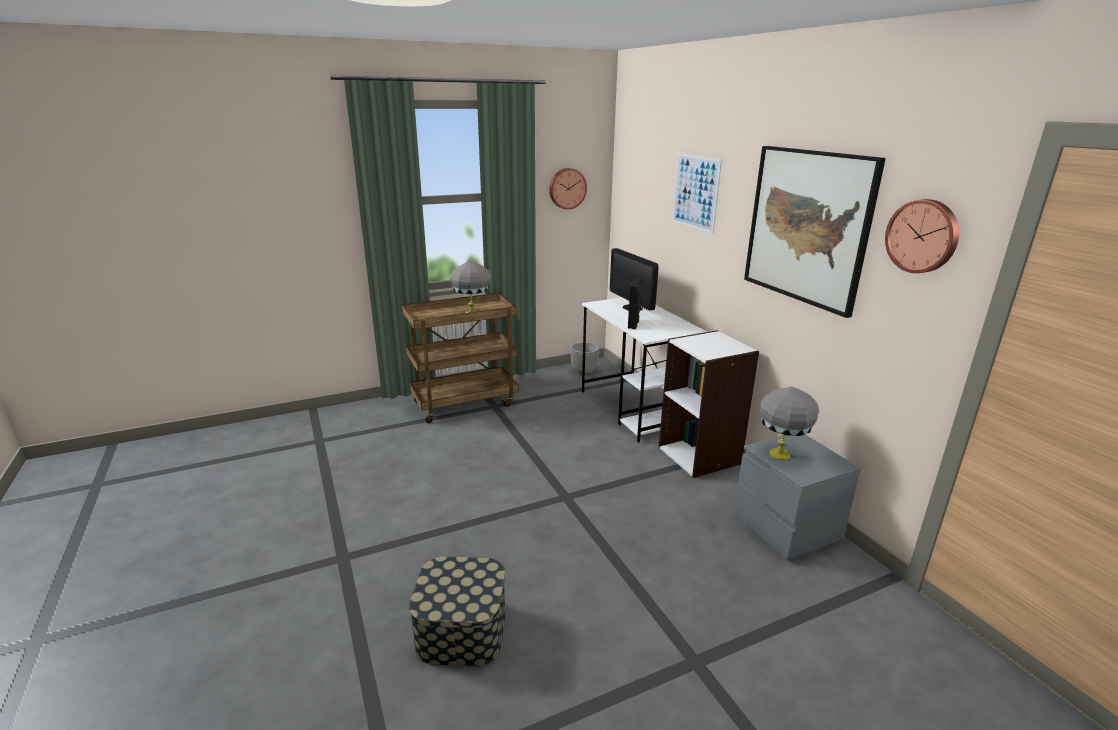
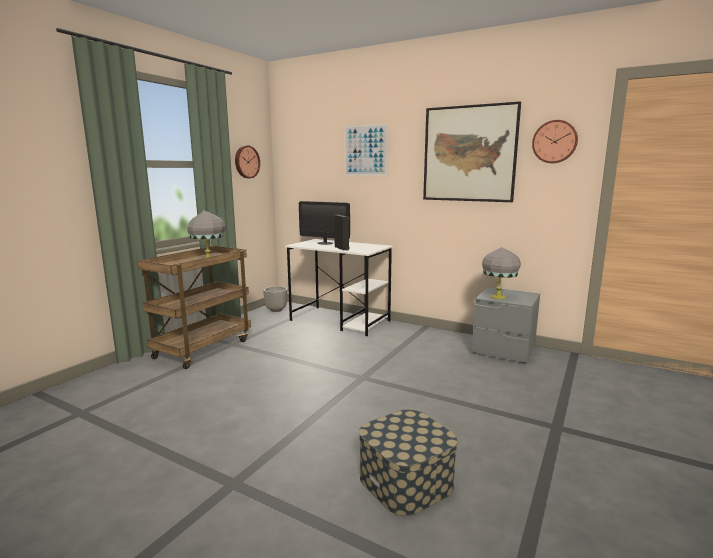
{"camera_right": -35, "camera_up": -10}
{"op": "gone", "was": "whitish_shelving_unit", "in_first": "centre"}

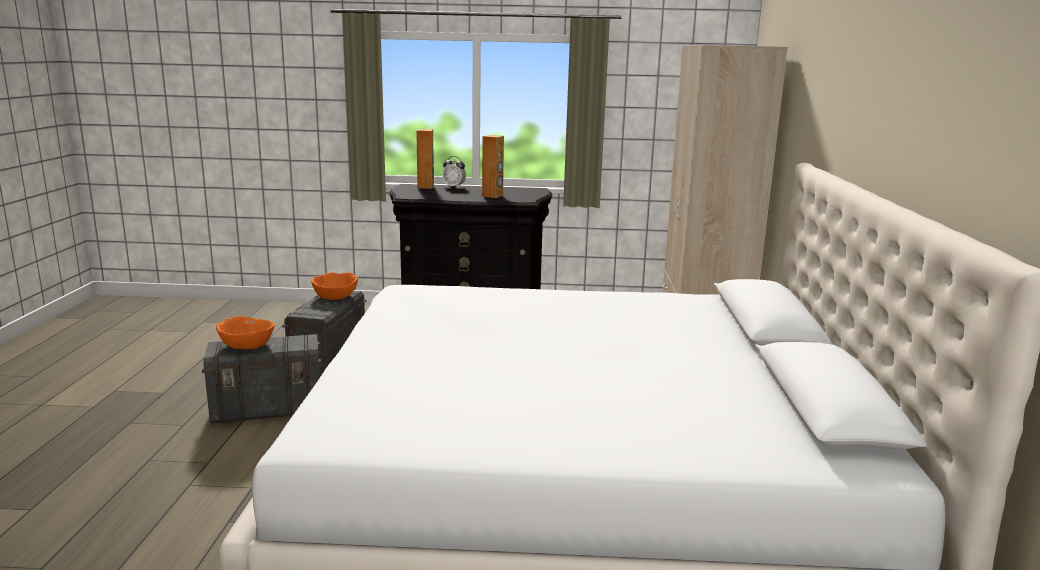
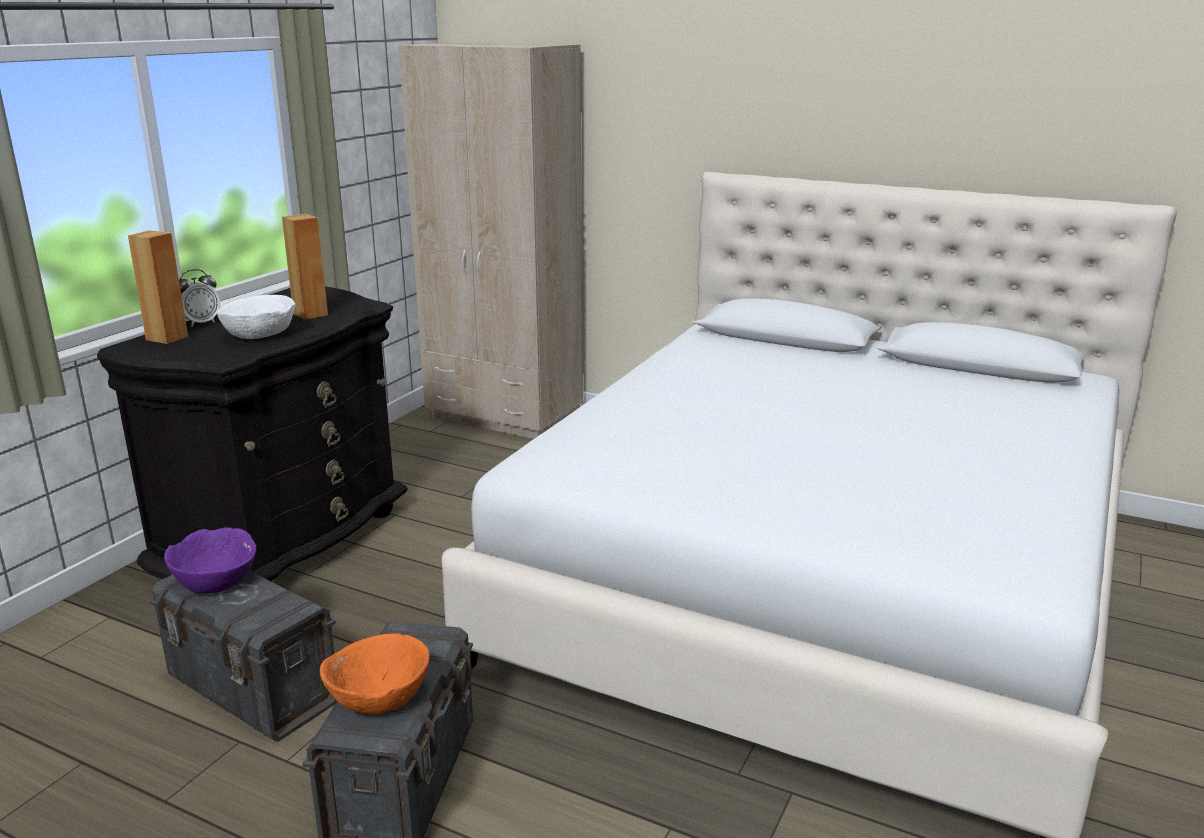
{"camera_right": -65, "camera_up": 5}
{"op": "new", "now": "whitish_bowl", "in_second": "middle left"}
{"op": "repainted", "was": "orange_bowl (no. 2 from left)", "now": "purple_bowl", "in_first": "middle left", "in_second": "bottom left"}

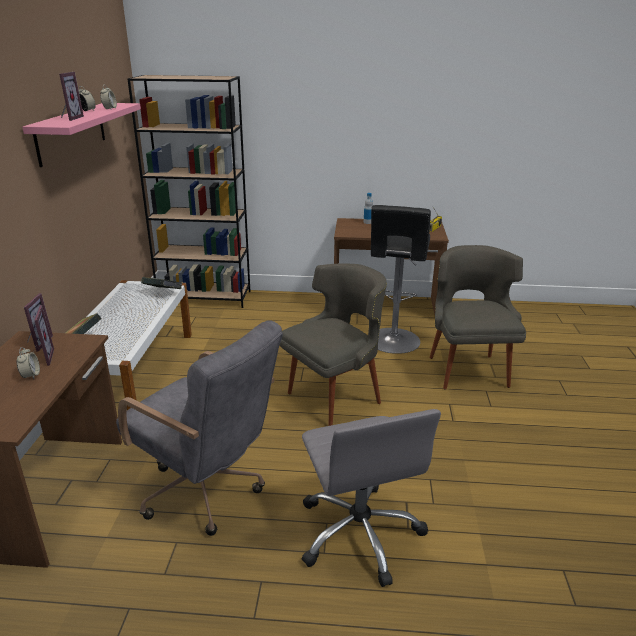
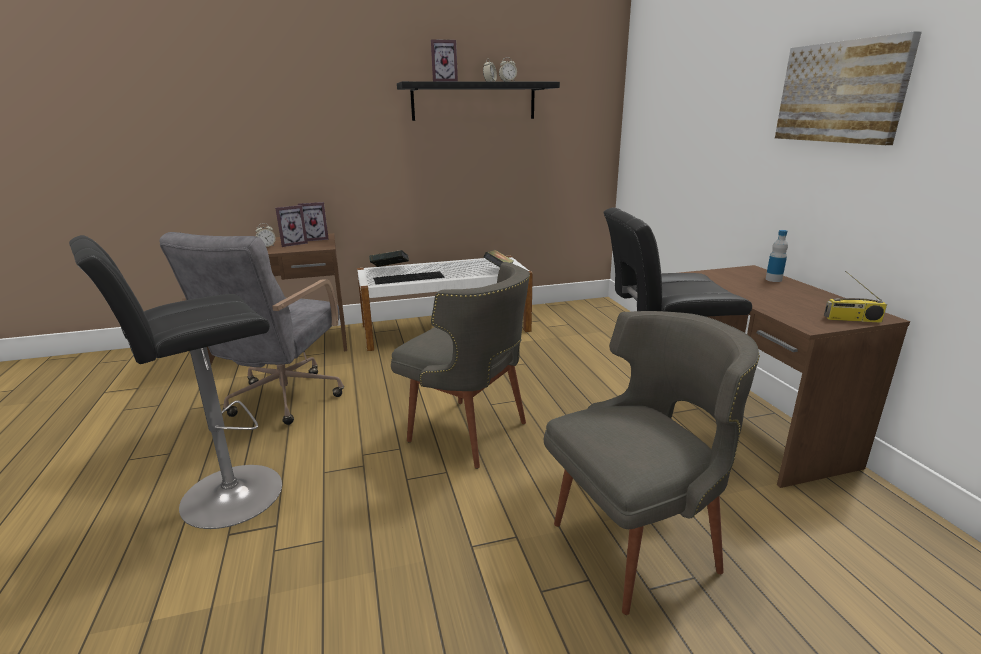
{"camera_right": 70, "camera_up": -5}
{"op": "gone", "was": "beige_shelving_unit", "in_first": "top left"}
{"op": "new", "now": "computer_keyboard", "in_second": "centre"}
{"op": "new", "now": "picture", "in_second": "top right"}
{"op": "swapped", "was": "gray_office_chair (no. 2 from left)", "now": "blackish_sitting_stool (no. 1 from left)", "in_first": "bottom centre", "in_second": "middle left"}
{"op": "repainted", "was": "pink_shelf", "now": "blackish_shelf", "in_first": "top left", "in_second": "top centre"}

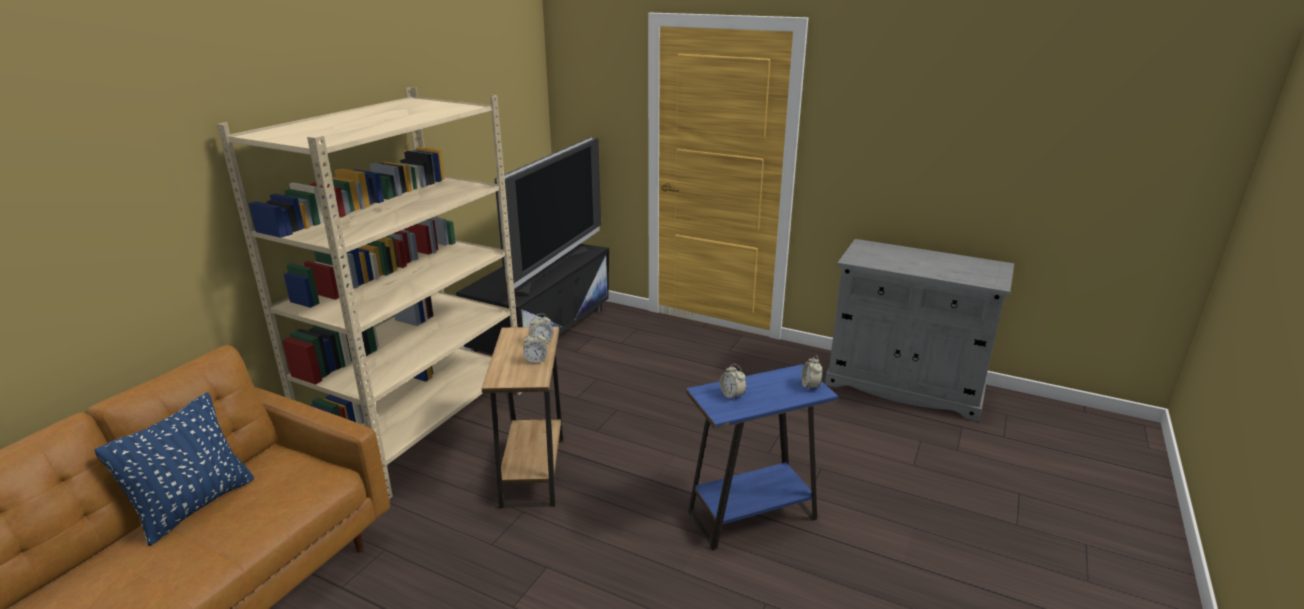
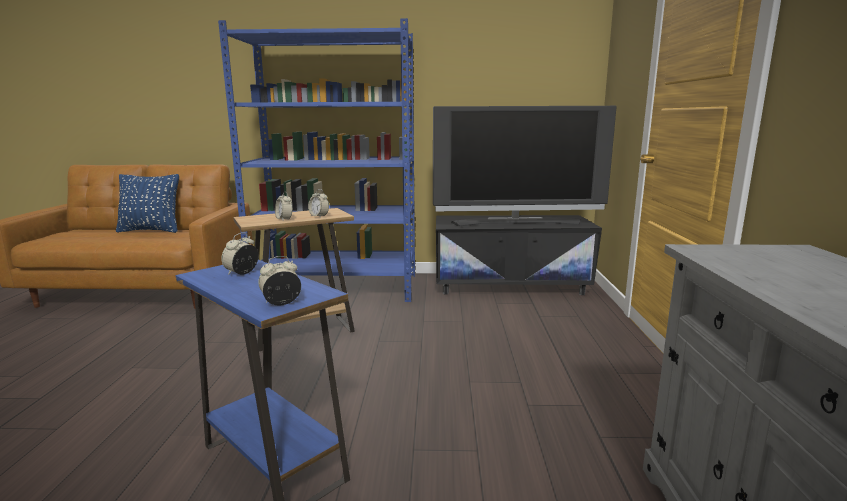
{"camera_right": 65, "camera_up": -10}
{"op": "repainted", "was": "beige_shelving_unit", "now": "bluish_shelving_unit", "in_first": "middle left", "in_second": "top centre"}

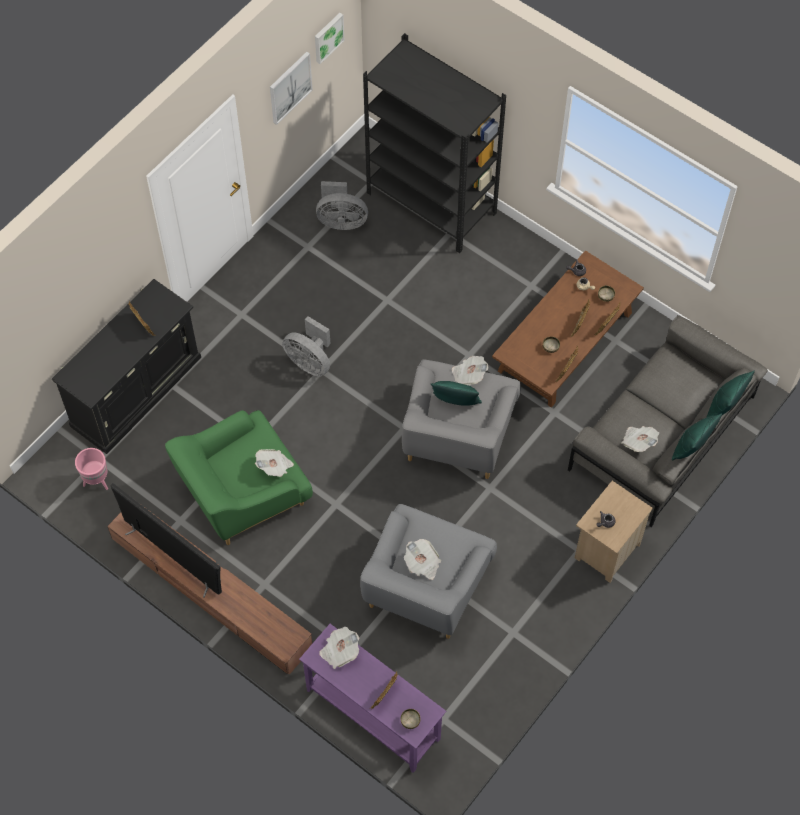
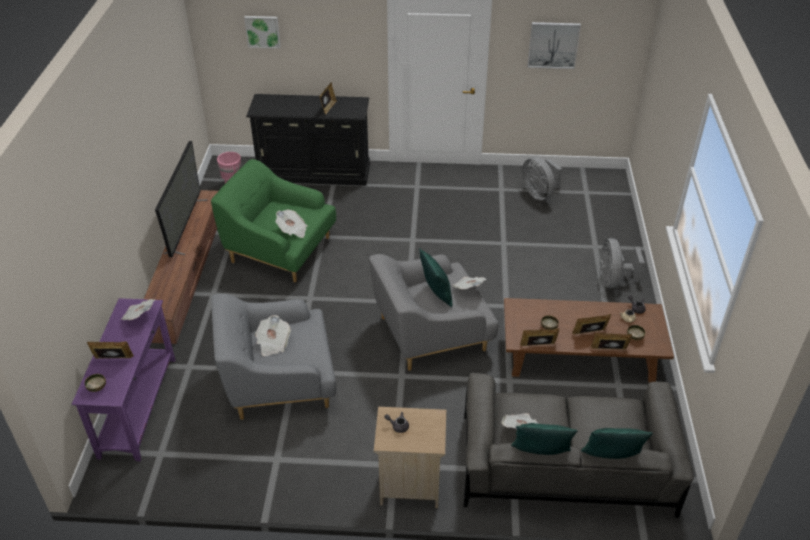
{"camera_right": 55, "camera_up": -20}
{"op": "gone", "was": "blackish_shelving_unit", "in_first": "top centre"}
{"op": "shifted", "was": "gray_fan (no. 1 from left in the first image)", "now": "gray_fan (no. 2 from left)", "in_first": "centre", "in_second": "middle right"}
{"op": "shifted", "was": "picture (no. 2 from left in the first image)", "now": "picture (no. 1 from left)", "in_first": "top centre", "in_second": "top left"}

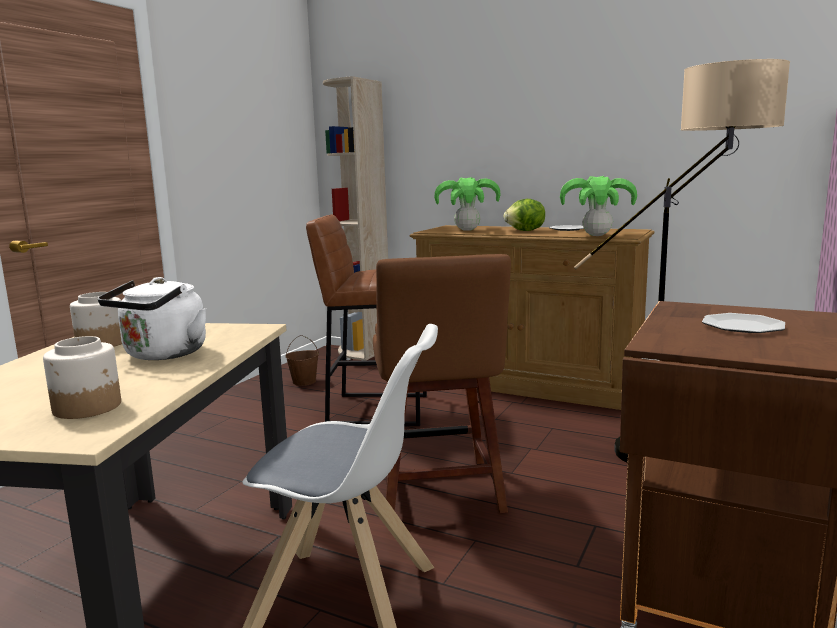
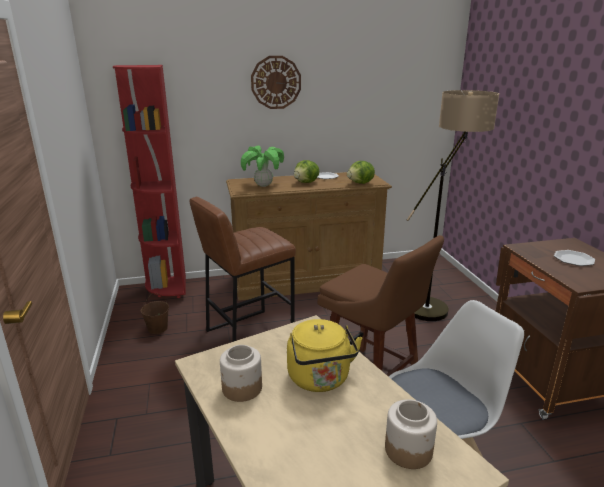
{"camera_right": -40, "camera_up": 10}
{"op": "new", "now": "hanging_clock", "in_second": "top centre"}
{"op": "swapped", "was": "houseplant (no. 2 from left)", "now": "lettuce_head (no. 2 from left)", "in_first": "top right", "in_second": "centre"}
{"op": "repainted", "was": "whitish_tea_kettle", "now": "yellowish_tea_kettle", "in_first": "middle left", "in_second": "bottom centre"}
{"op": "repainted", "was": "beige_shelving_unit", "now": "red-coloured_shelving_unit", "in_first": "centre", "in_second": "middle left"}

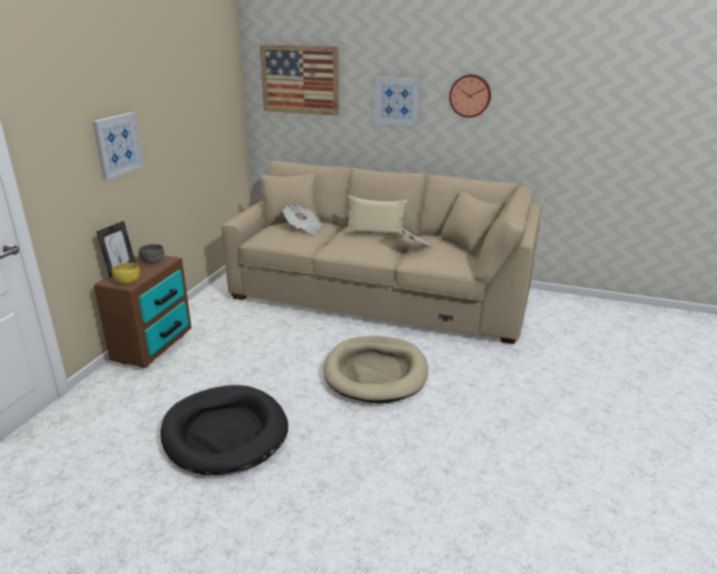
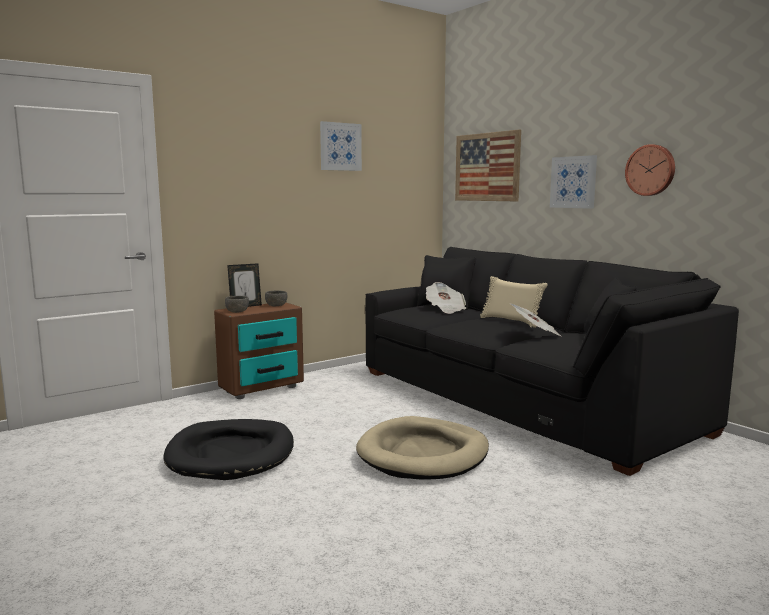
{"camera_right": 35, "camera_up": -15}
{"op": "shifted", "was": "picture (no. 1 from left)", "in_first": "top left", "in_second": "top centre"}
{"op": "repainted", "was": "yellowish_bowl", "now": "gray_bowl (no. 1 from left)", "in_first": "middle left", "in_second": "middle left"}
{"op": "repainted", "was": "beige_sofa", "now": "blackish_sofa", "in_first": "centre", "in_second": "middle right"}

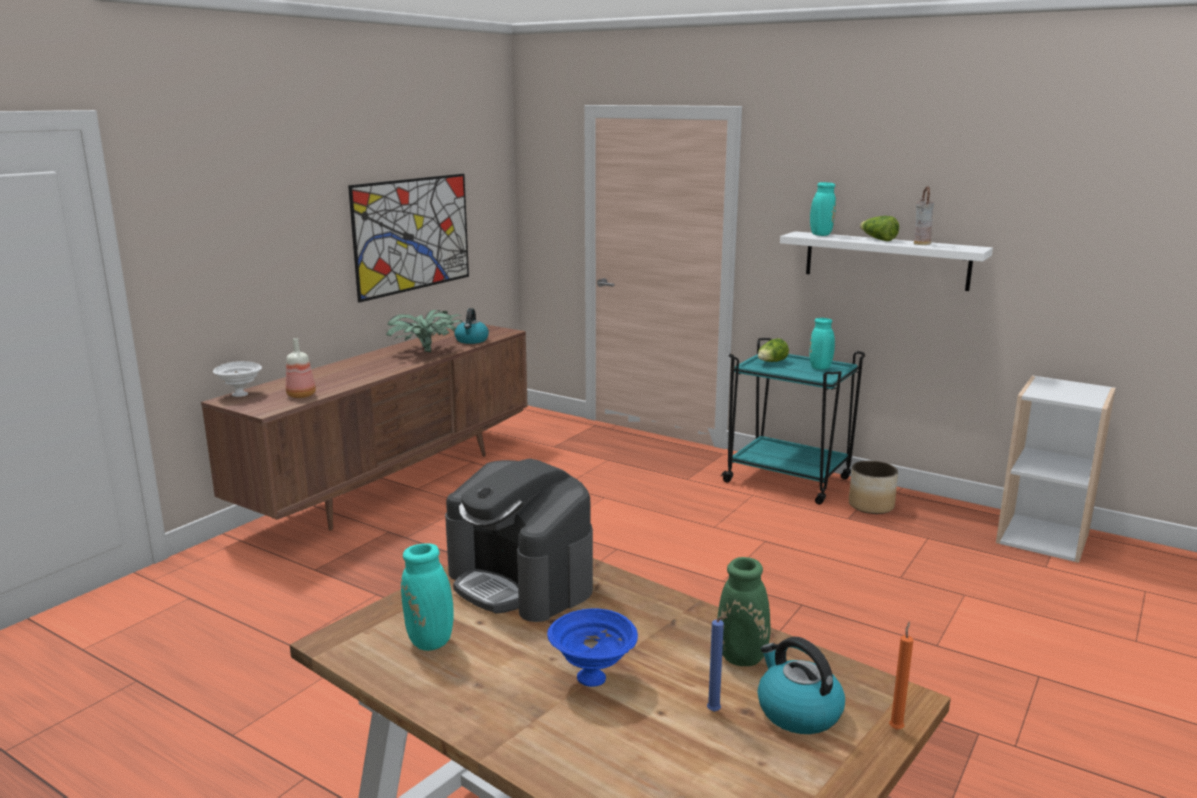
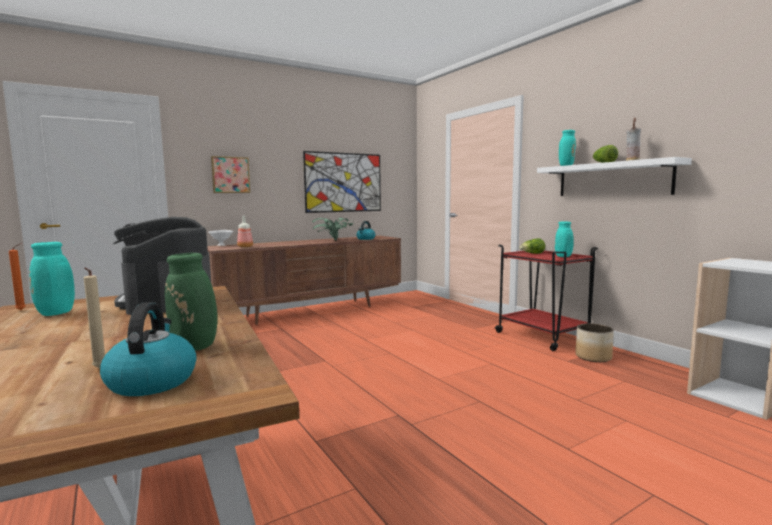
{"camera_right": 25, "camera_up": -10}
{"op": "gone", "was": "bluish_bowl", "in_first": "bottom centre"}
{"op": "new", "now": "picture (no. 1 from left)", "in_second": "top left"}
{"op": "shifted", "was": "orange_wax_candle", "in_first": "bottom right", "in_second": "middle left"}
{"op": "repainted", "was": "bluish_wax_candle", "now": "beige_wax_candle", "in_first": "bottom centre", "in_second": "middle left"}
{"op": "repainted", "was": "turquoise-coloured_wheeled_cart", "now": "red-coloured_wheeled_cart", "in_first": "centre", "in_second": "middle right"}

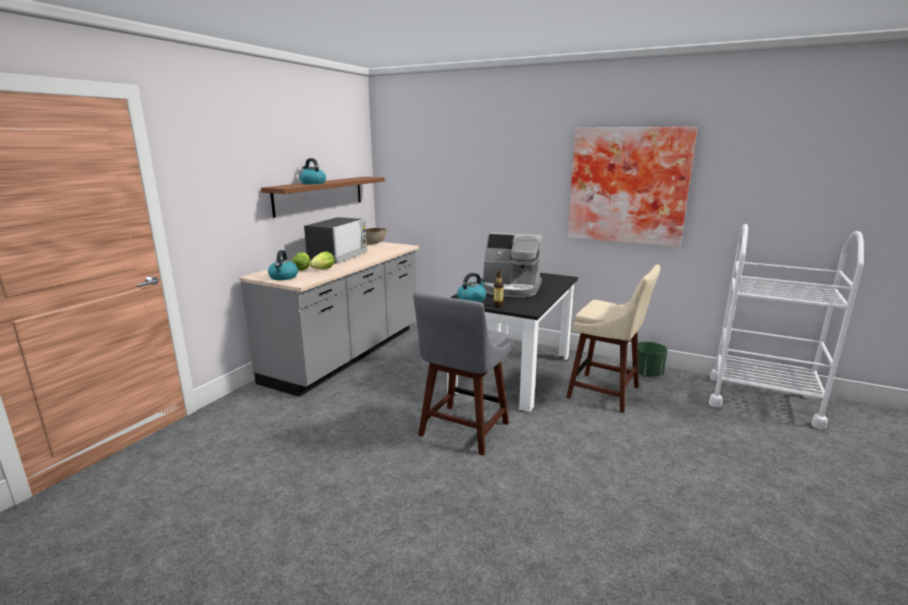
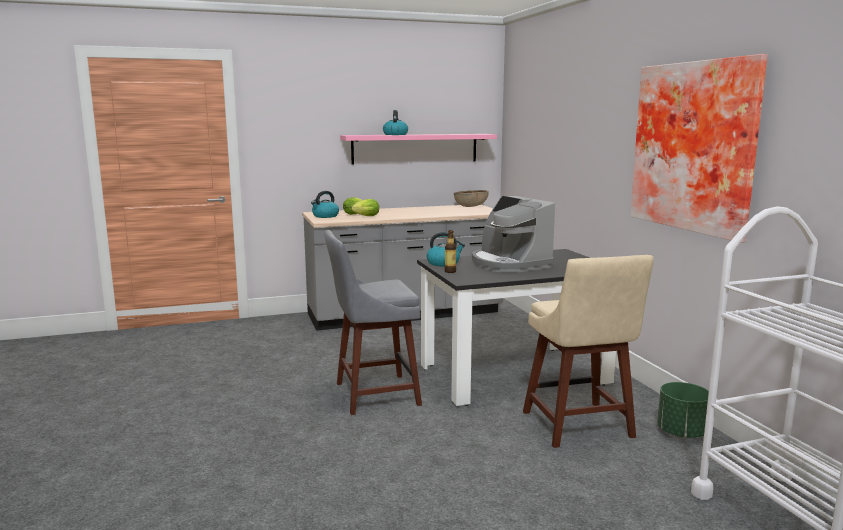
{"camera_right": 45, "camera_up": -5}
{"op": "gone", "was": "microwave", "in_first": "centre"}
{"op": "repainted", "was": "brownish_shelf", "now": "pink_shelf", "in_first": "top centre", "in_second": "top centre"}

